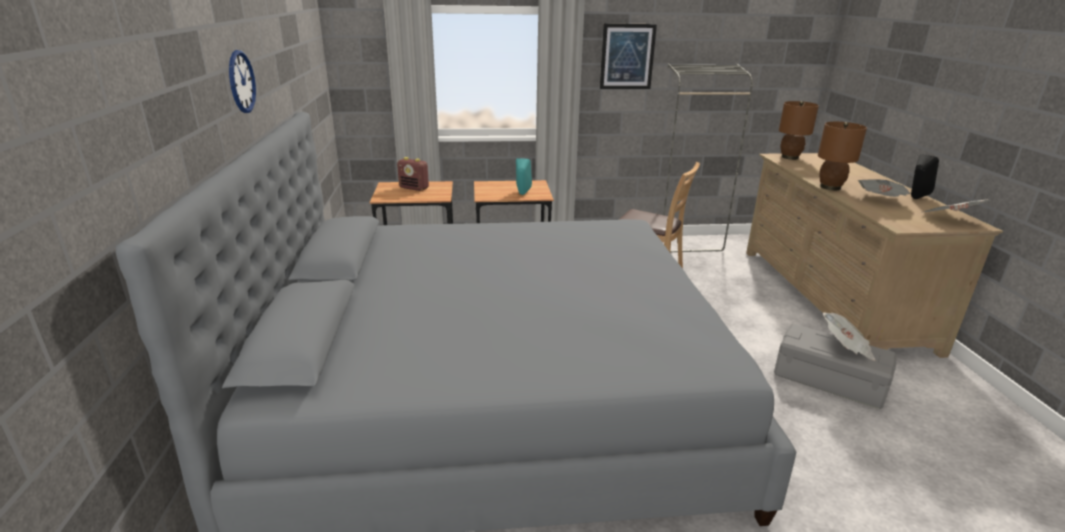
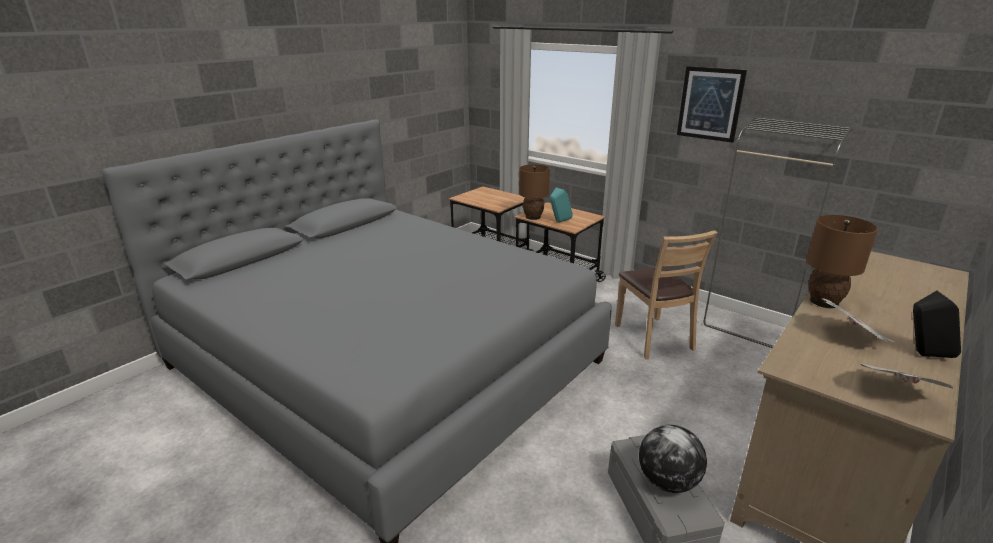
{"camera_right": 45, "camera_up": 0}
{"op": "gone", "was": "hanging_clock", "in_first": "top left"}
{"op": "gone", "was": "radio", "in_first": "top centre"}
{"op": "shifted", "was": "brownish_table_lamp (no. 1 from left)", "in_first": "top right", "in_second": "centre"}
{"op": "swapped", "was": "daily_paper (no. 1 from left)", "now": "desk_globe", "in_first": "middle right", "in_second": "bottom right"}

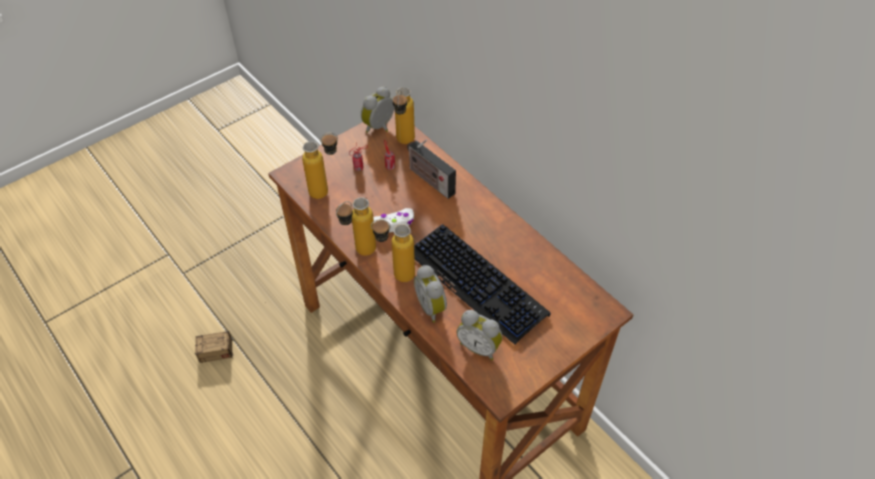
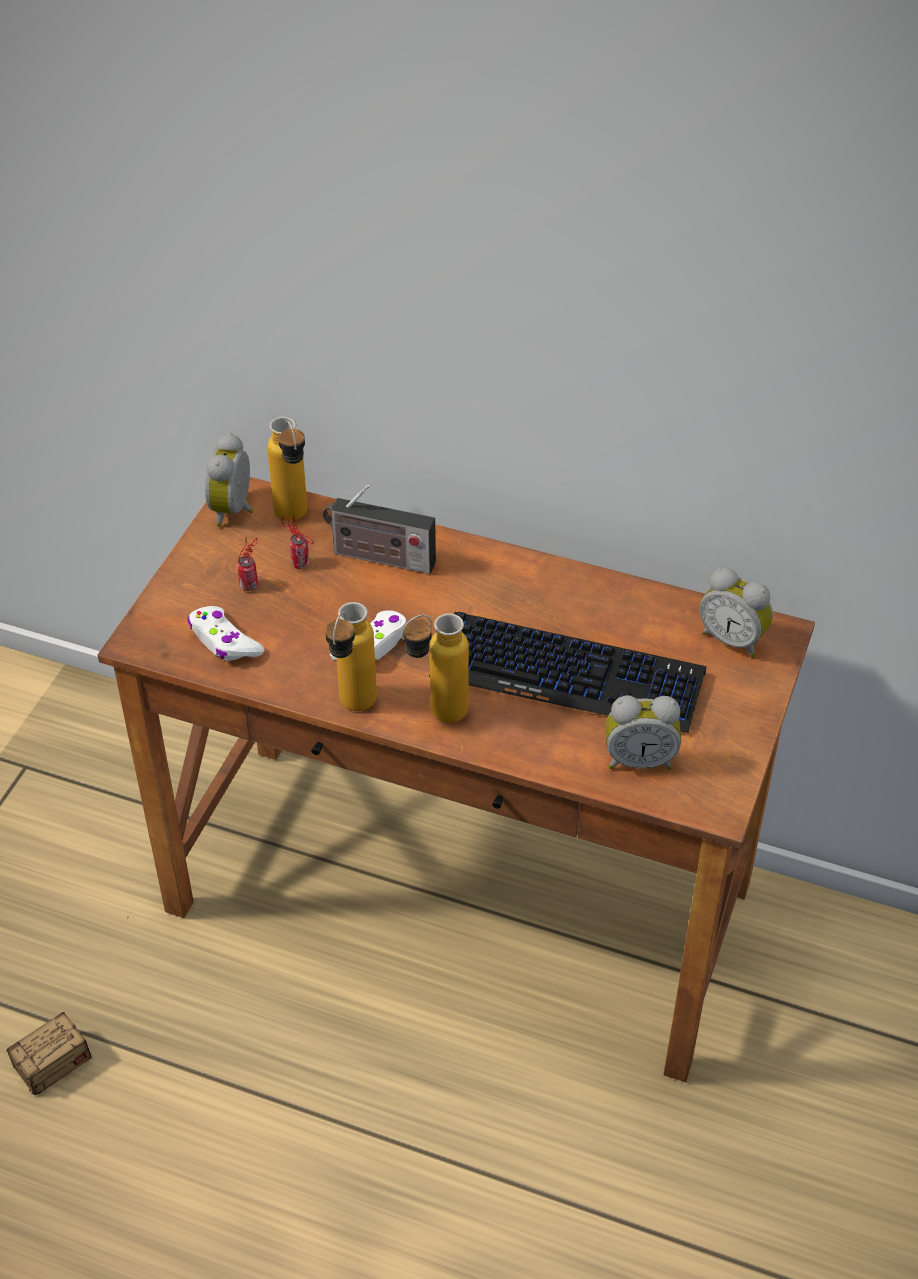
{"camera_right": -30, "camera_up": -5}
{"op": "shifted", "was": "alarm_clock (no. 2 from left in the first image)", "now": "alarm_clock (no. 3 from left)", "in_first": "centre", "in_second": "middle right"}
{"op": "swapped", "was": "drink_bottle (no. 1 from left)", "now": "whitish_game_controller (no. 1 from left)", "in_first": "centre", "in_second": "middle left"}

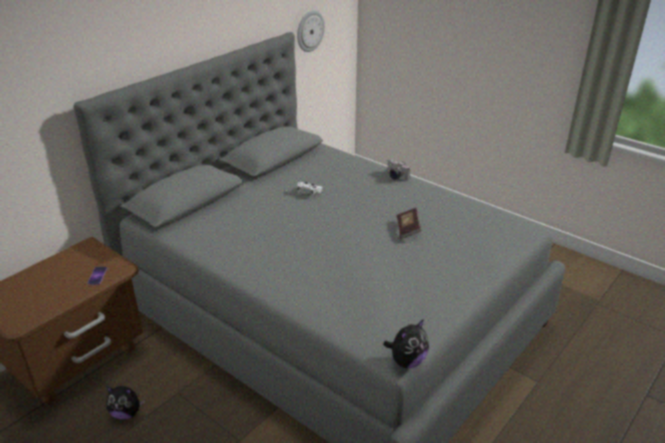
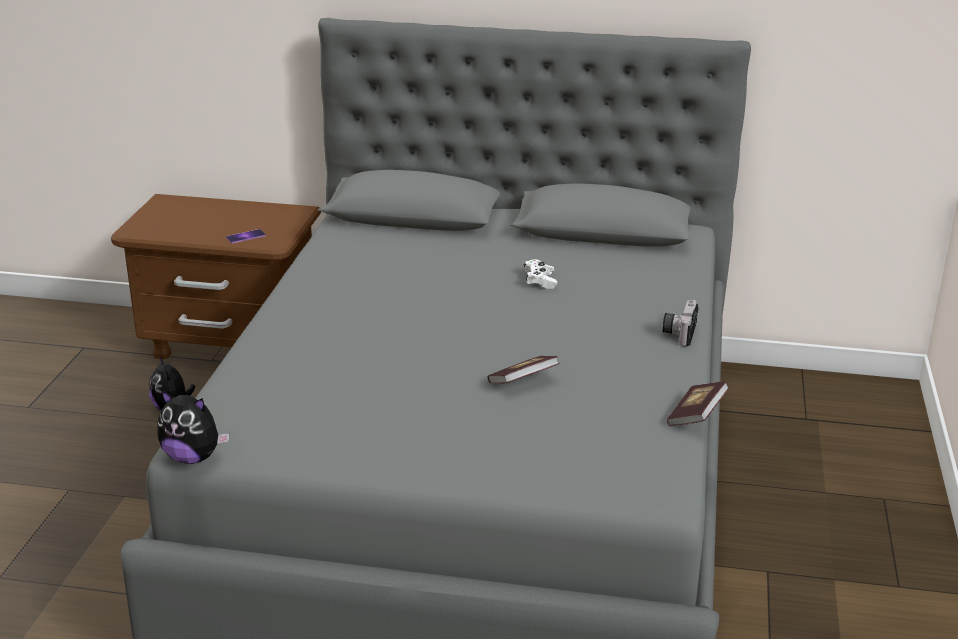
{"camera_right": 60, "camera_up": -5}
{"op": "gone", "was": "hanging_clock", "in_first": "top centre"}
{"op": "new", "now": "book (no. 2 from left)", "in_second": "middle right"}

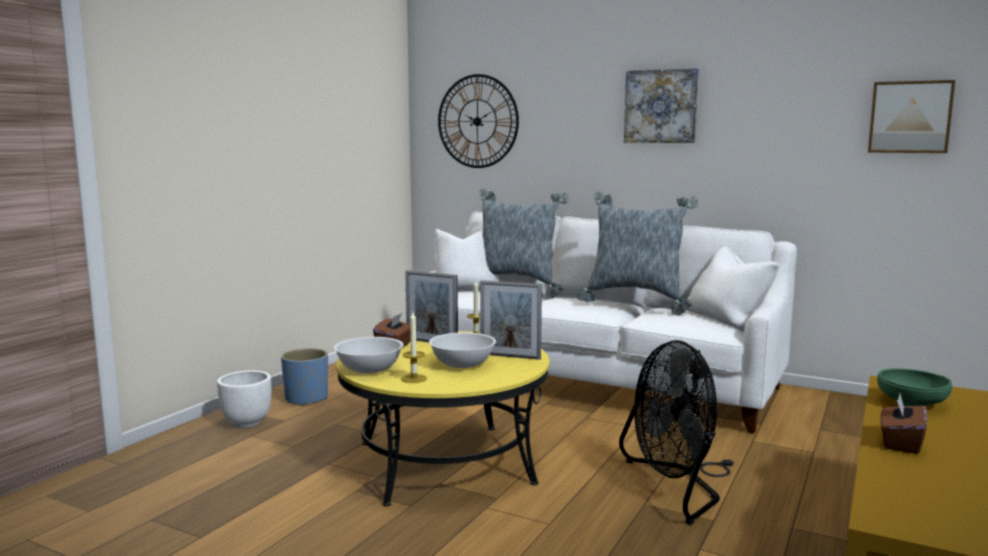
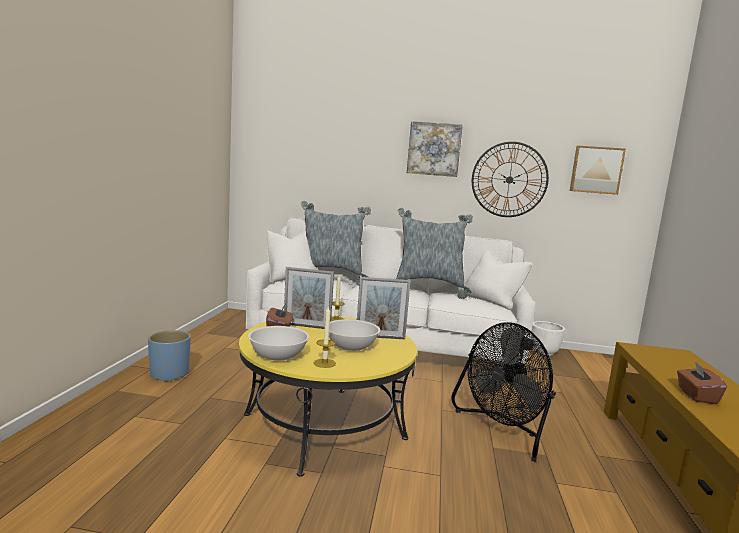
{"camera_right": -20, "camera_up": 0}
{"op": "gone", "was": "green_bowl", "in_first": "bottom right"}
{"op": "shifted", "was": "whitish_flower_pot", "in_first": "bottom left", "in_second": "middle right"}
{"op": "shifted", "was": "hanging_clock", "in_first": "top centre", "in_second": "middle right"}

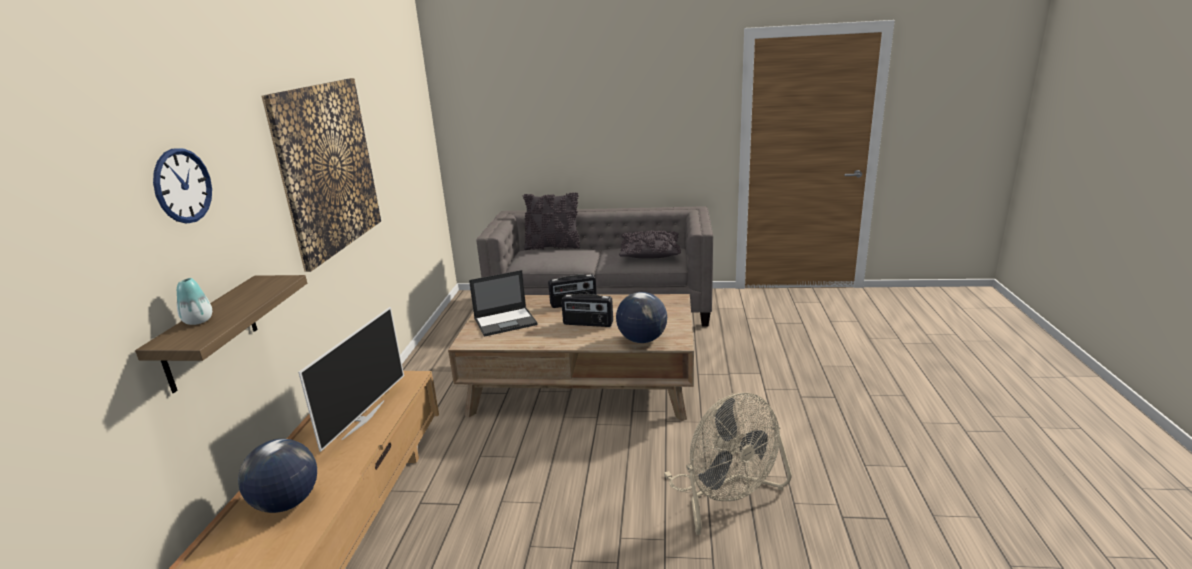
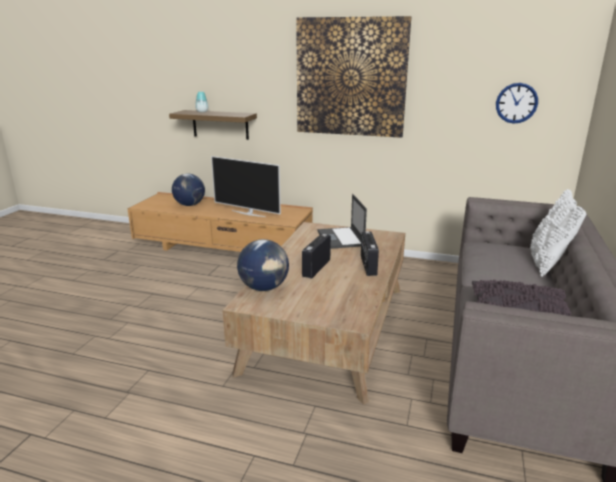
{"camera_right": 100, "camera_up": 0}
{"op": "gone", "was": "beige_fan", "in_first": "bottom centre"}
{"op": "shifted", "was": "hanging_clock", "in_first": "top left", "in_second": "top right"}
{"op": "repainted", "was": "blackish_pillow (no. 1 from left)", "now": "whitish_pillow", "in_first": "centre", "in_second": "middle right"}

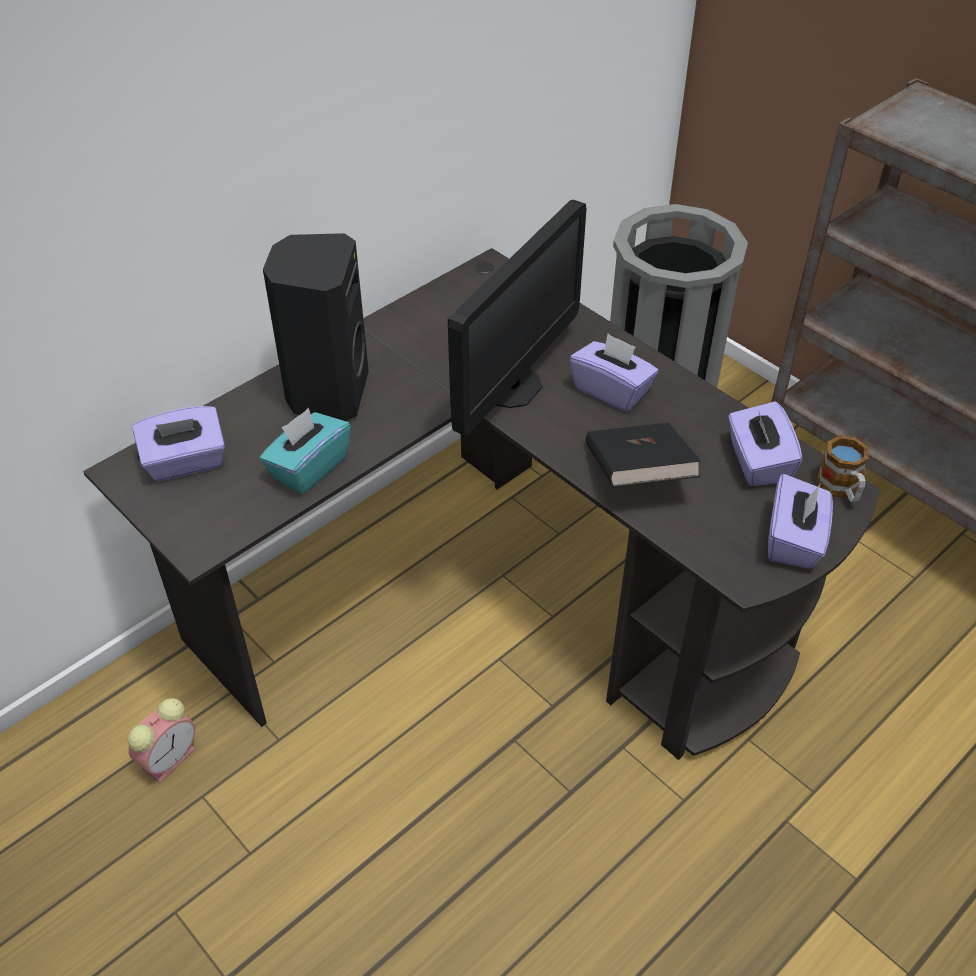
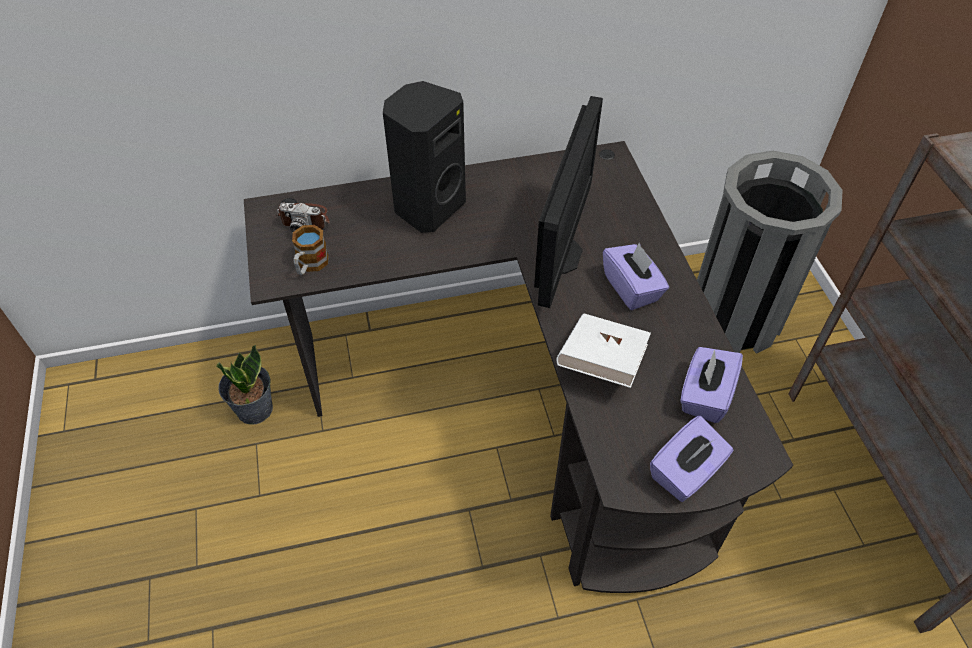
{"camera_right": 30, "camera_up": 5}
{"op": "gone", "was": "turquoise-coloured_tissue_box", "in_first": "middle left"}
{"op": "shifted", "was": "coffee_mug", "in_first": "middle right", "in_second": "middle left"}
{"op": "swapped", "was": "alarm_clock", "now": "houseplant", "in_first": "bottom left", "in_second": "middle left"}
{"op": "swapped", "was": "purple_tissue_box (no. 1 from left)", "now": "photo_camera", "in_first": "middle left", "in_second": "middle left"}
{"op": "repainted", "was": "blackish_book", "now": "whitish_book", "in_first": "centre", "in_second": "centre"}
{"op": "rotated", "was": "monitor", "in_first": "top centre", "in_second": "top centre", "clockwise": -45}

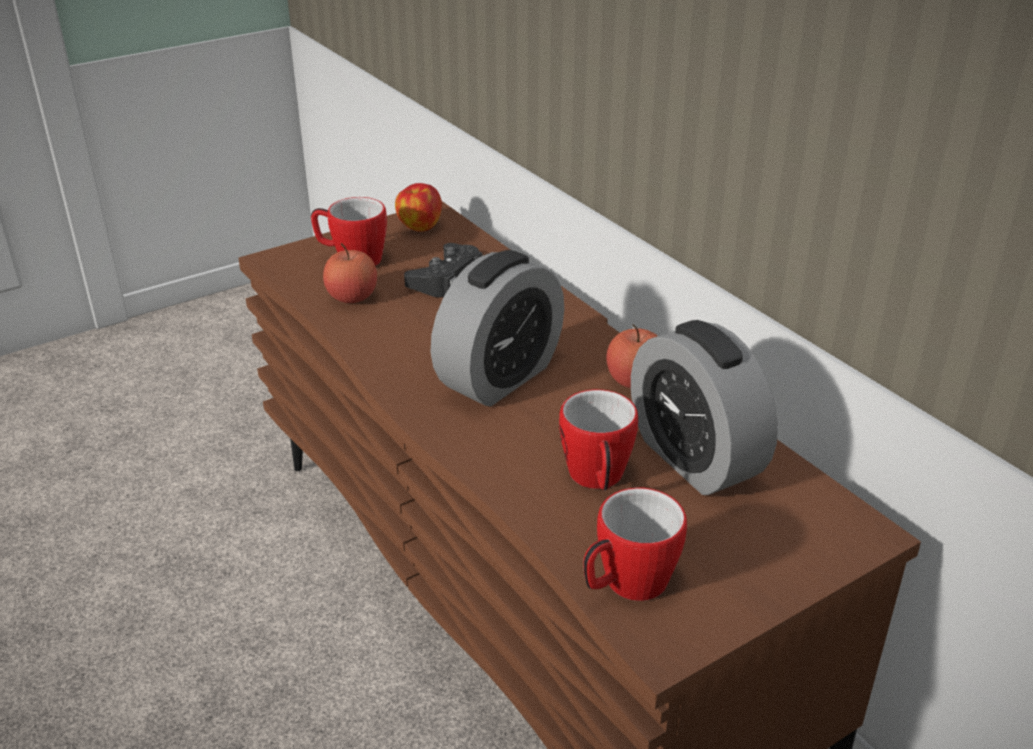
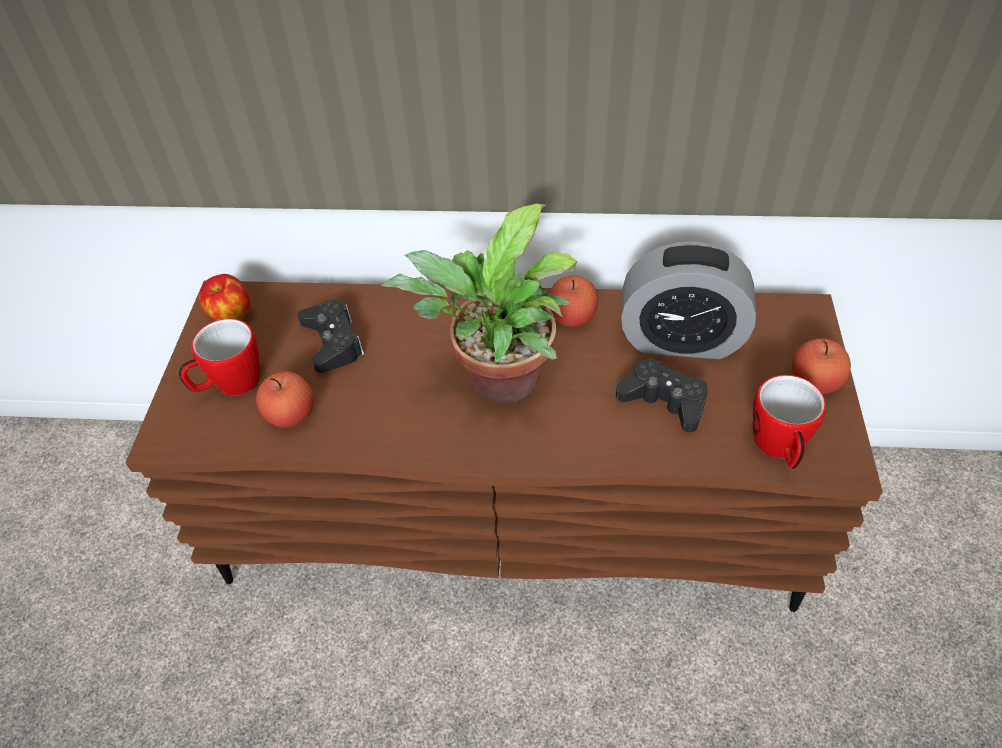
{"camera_right": -50, "camera_up": 15}
{"op": "new", "now": "apple (no. 4 from left)", "in_second": "middle right"}
{"op": "swapped", "was": "alarm_clock (no. 1 from left)", "now": "houseplant", "in_first": "centre", "in_second": "centre"}
{"op": "swapped", "was": "coffee_mug (no. 2 from left)", "now": "blackish_game_controller (no. 2 from left)", "in_first": "centre", "in_second": "centre"}

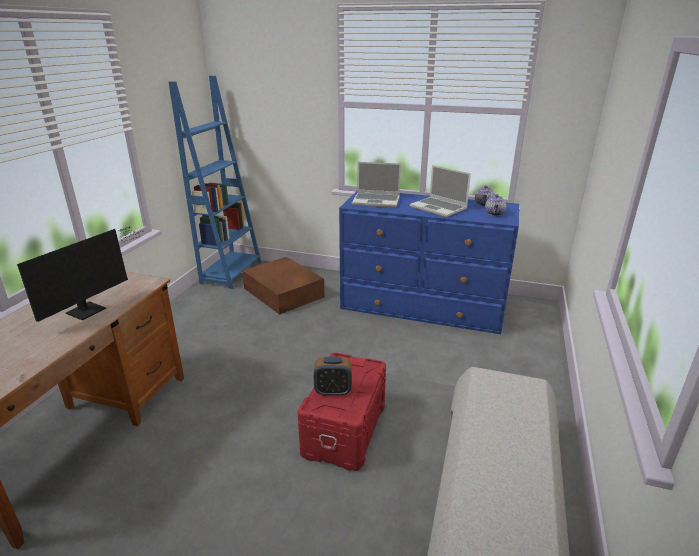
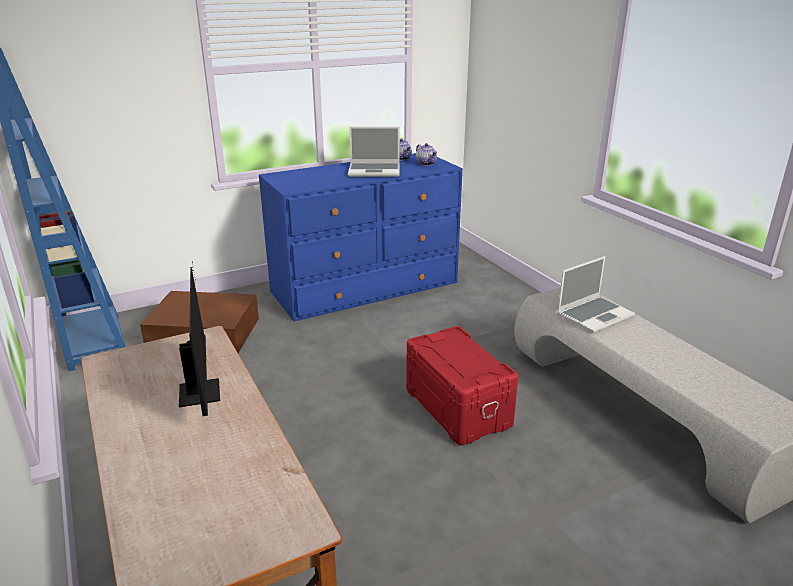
{"camera_right": -45, "camera_up": 0}
{"op": "gone", "was": "alarm_clock", "in_first": "bottom centre"}
{"op": "shifted", "was": "portable_computer (no. 1 from left in the first image)", "now": "portable_computer (no. 2 from left)", "in_first": "top centre", "in_second": "middle right"}

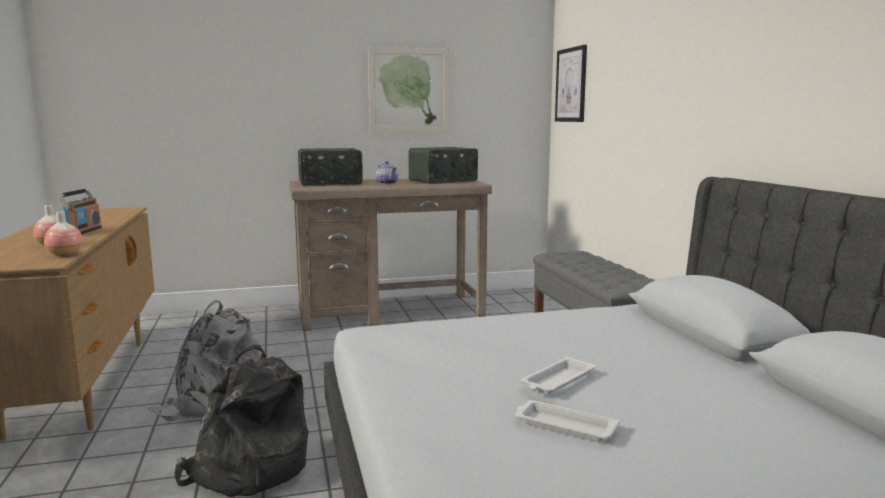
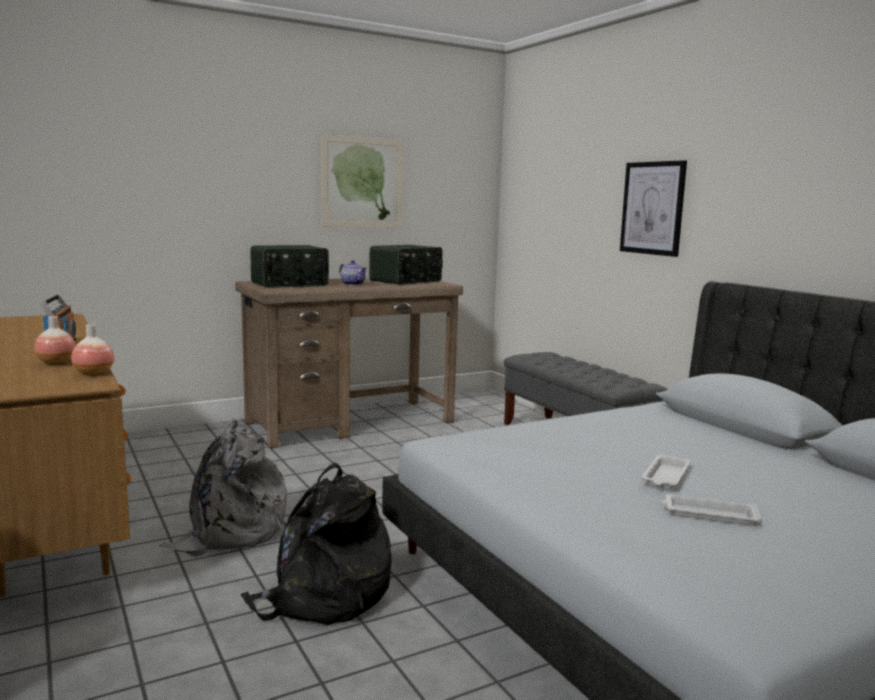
{"camera_right": -15, "camera_up": 0}
{"op": "shifted", "was": "picture (no. 2 from left)", "in_first": "top centre", "in_second": "top right"}

